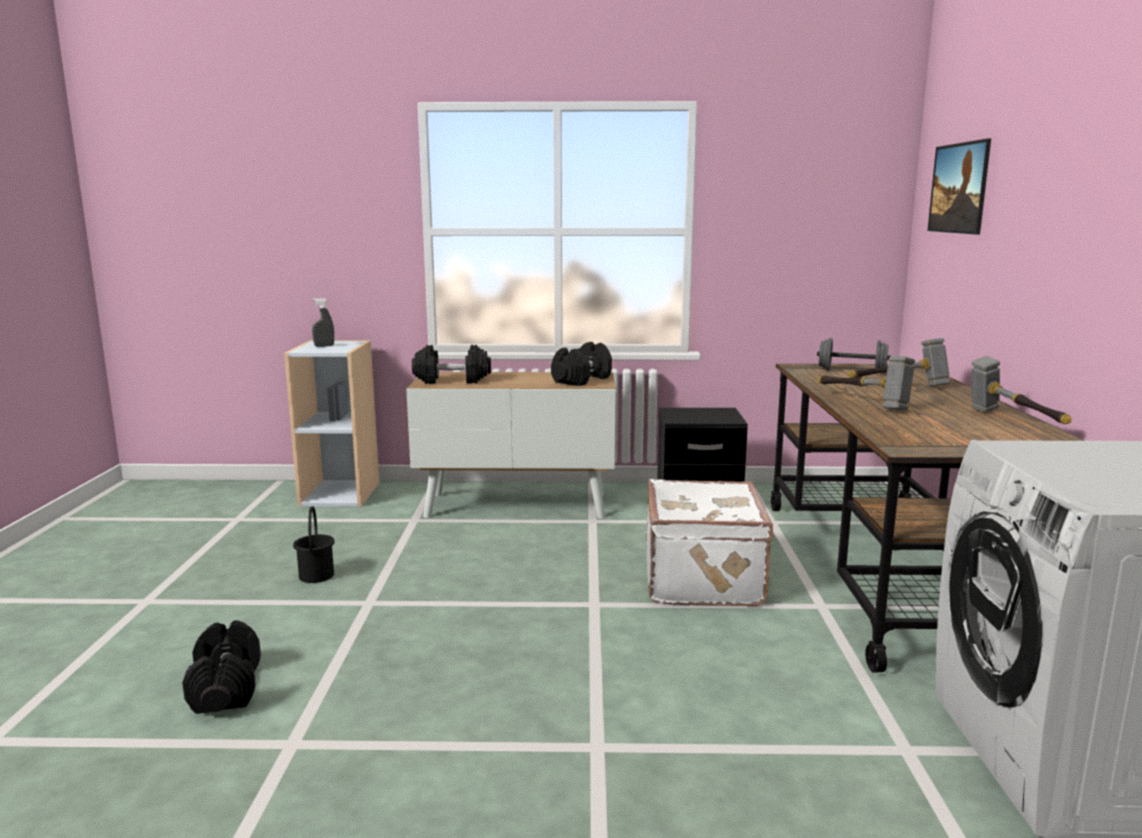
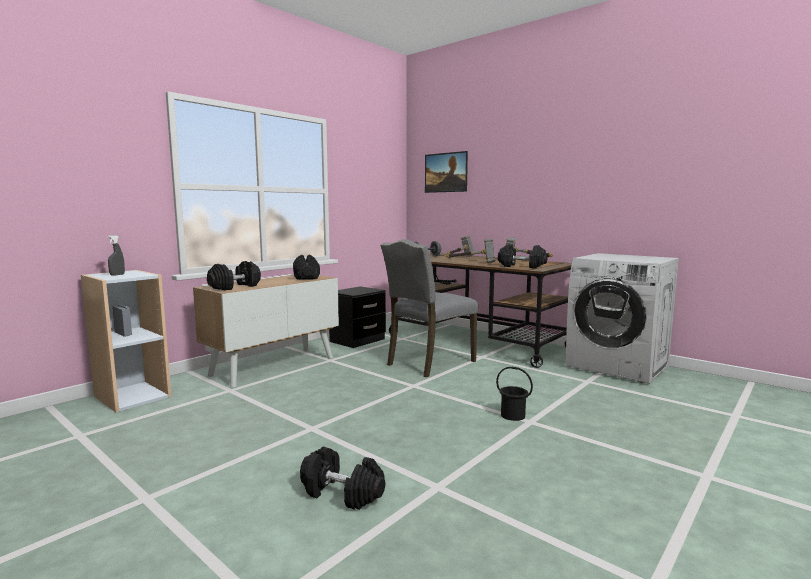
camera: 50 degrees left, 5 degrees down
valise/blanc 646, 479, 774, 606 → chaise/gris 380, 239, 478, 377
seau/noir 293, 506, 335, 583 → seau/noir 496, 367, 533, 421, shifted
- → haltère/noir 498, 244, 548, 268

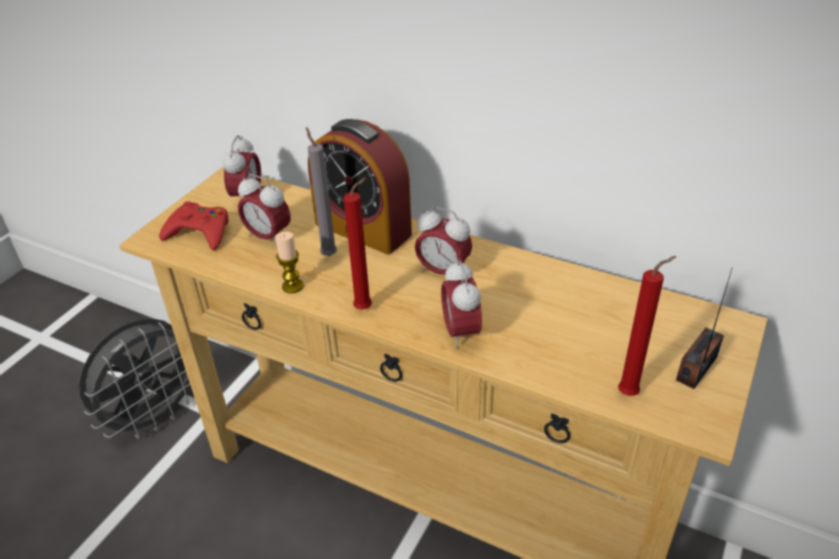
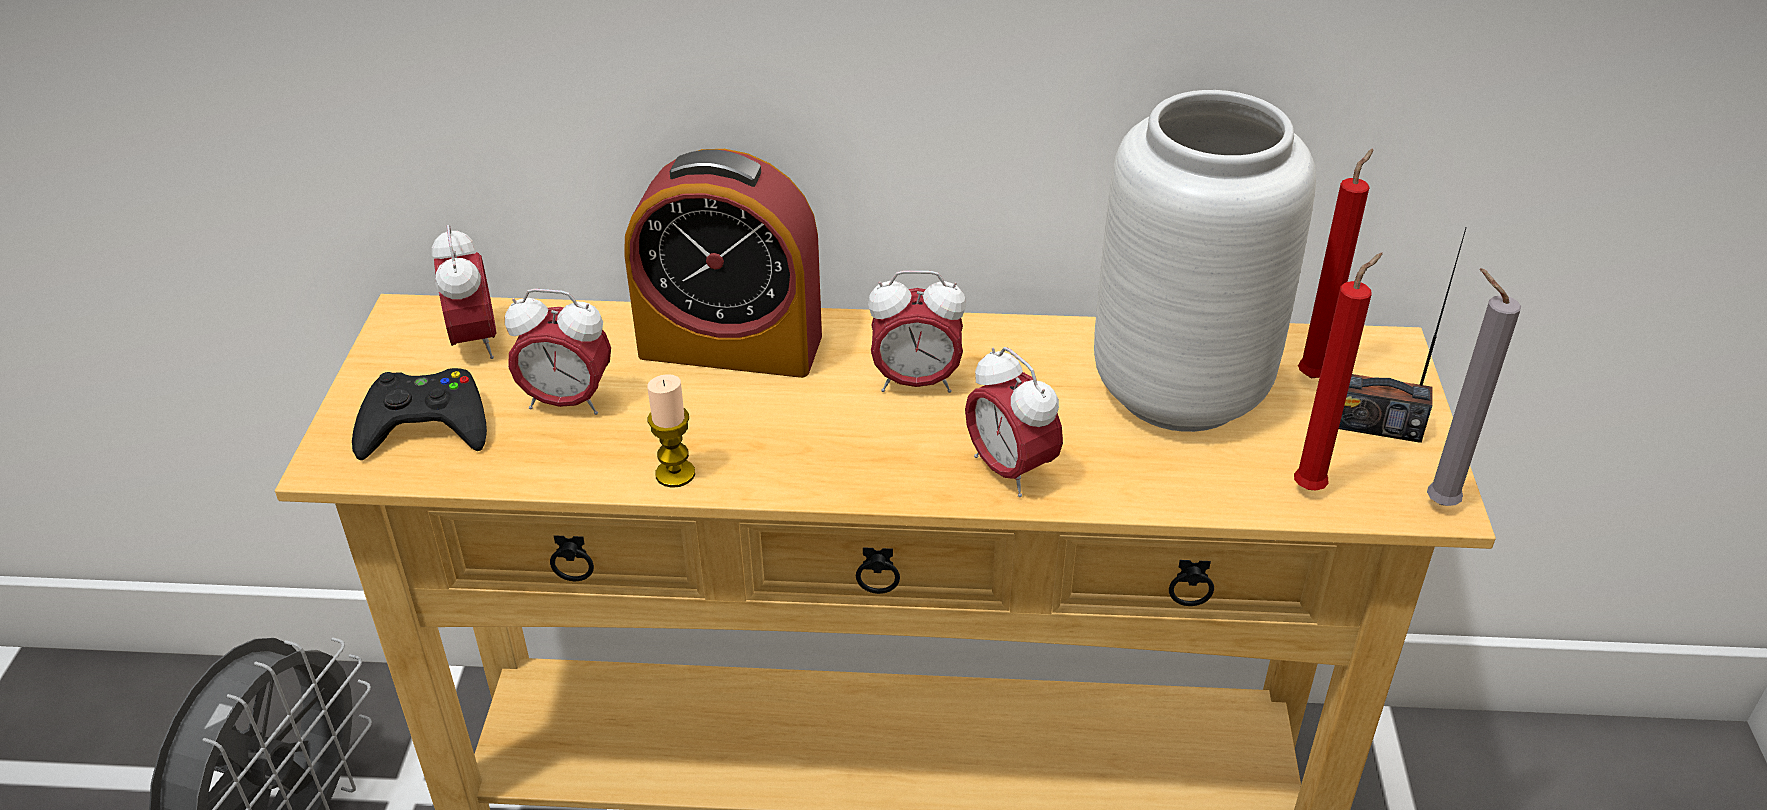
camera: 25 degrees left, 0 degrees up
bougie/gris 306, 127, 337, 256 → bougie/gris 1427, 268, 1521, 506, shifted
bougie/rouge 344, 177, 372, 310 → bougie/rouge 1298, 149, 1374, 378, shifted
manette/rouge 159, 201, 229, 250 → manette/noir 352, 368, 487, 460
radio 676, 267, 733, 389 → radio 1339, 228, 1466, 443, 90 degrees counterclockwise
- → vase/gris 1094, 90, 1316, 432

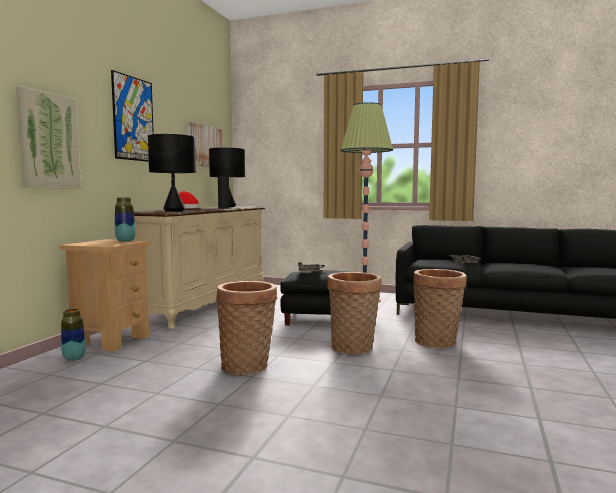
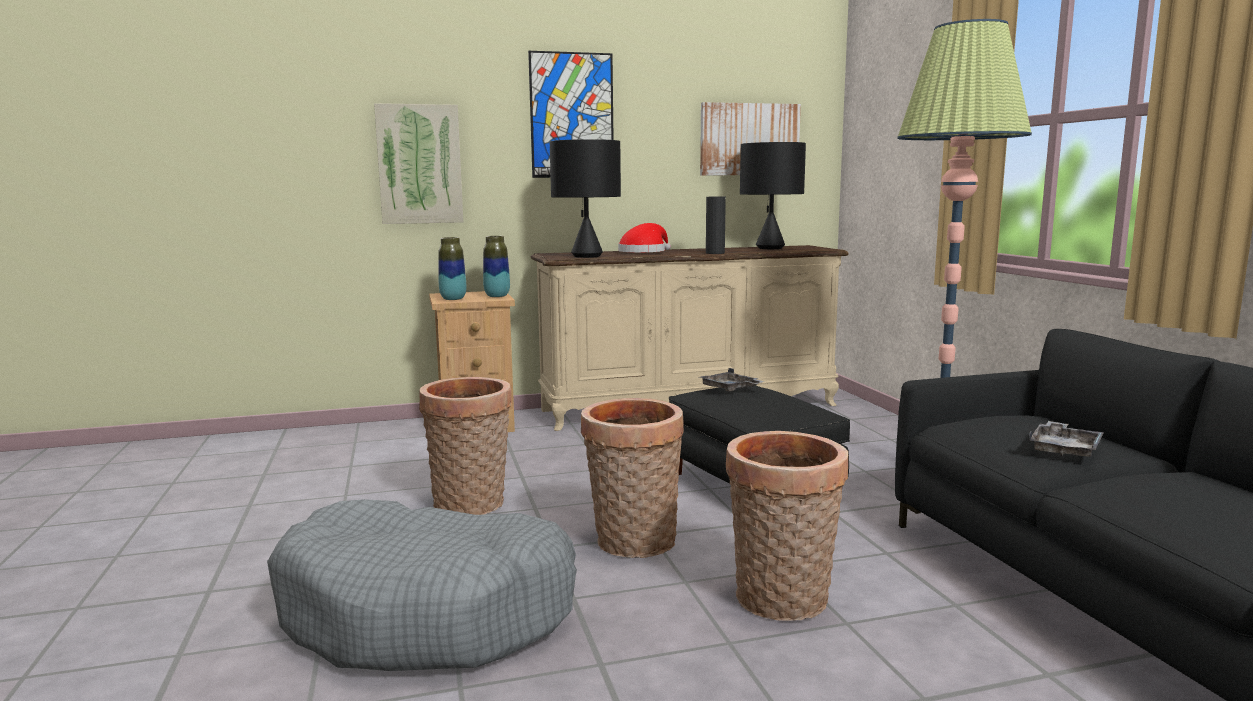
camera: 55 degrees right, 5 degrees up
vase 61, 309, 86, 361 → vase 438, 237, 466, 300, shifted
- → panier pour chien/gris 267, 499, 577, 671

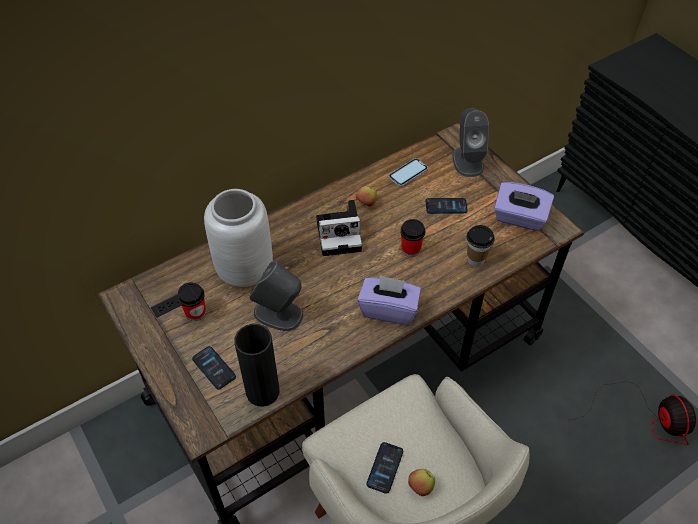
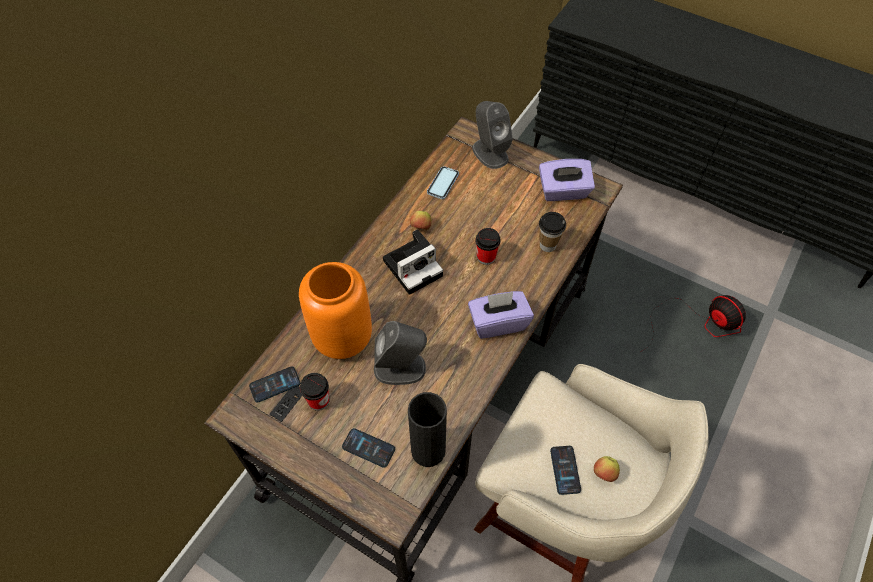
camera: 25 degrees left, 5 degrees up
vase/gris 204, 189, 273, 287 → vase/orange 299, 262, 372, 359
téléphone 425, 198, 468, 214 → téléphone 249, 366, 300, 403, shifted

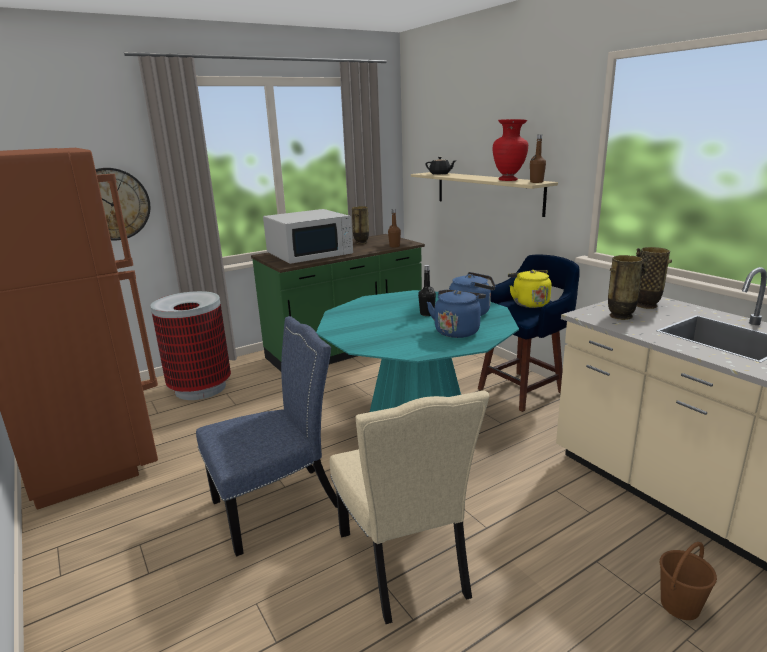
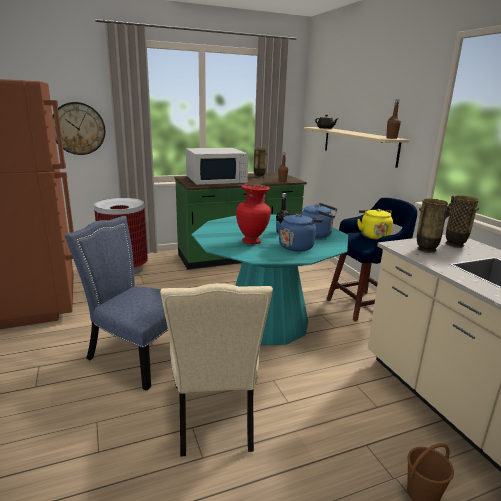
camera: 10 degrees right, 0 degrees up
vase/rouge 493, 119, 528, 181 → vase/rouge 236, 184, 271, 244, shifted
chaise/bleu 196, 316, 338, 556 → chaise/bleu 64, 216, 168, 391, 135 degrees counterclockwise

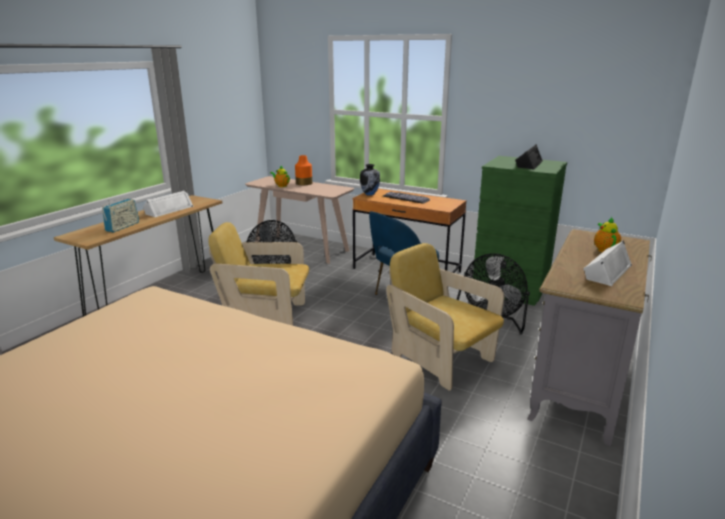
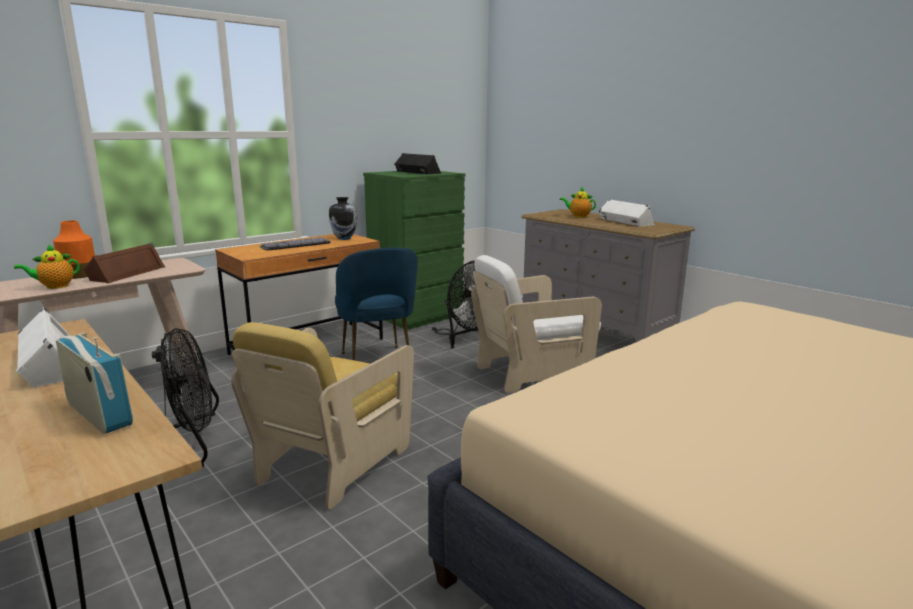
camera: 70 degrees left, 5 degrees down
vase 360, 164, 380, 196 → vase 329, 197, 357, 240, shifted
fauteuil/jaune 386, 243, 505, 391 → fauteuil/blanc 471, 255, 602, 393
- → enceinte/marron 84, 243, 165, 283

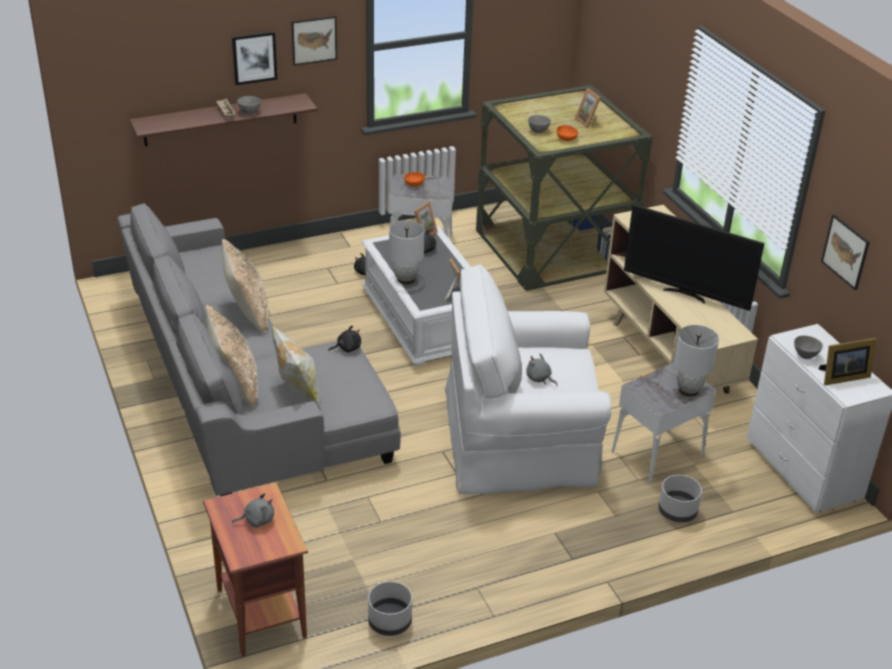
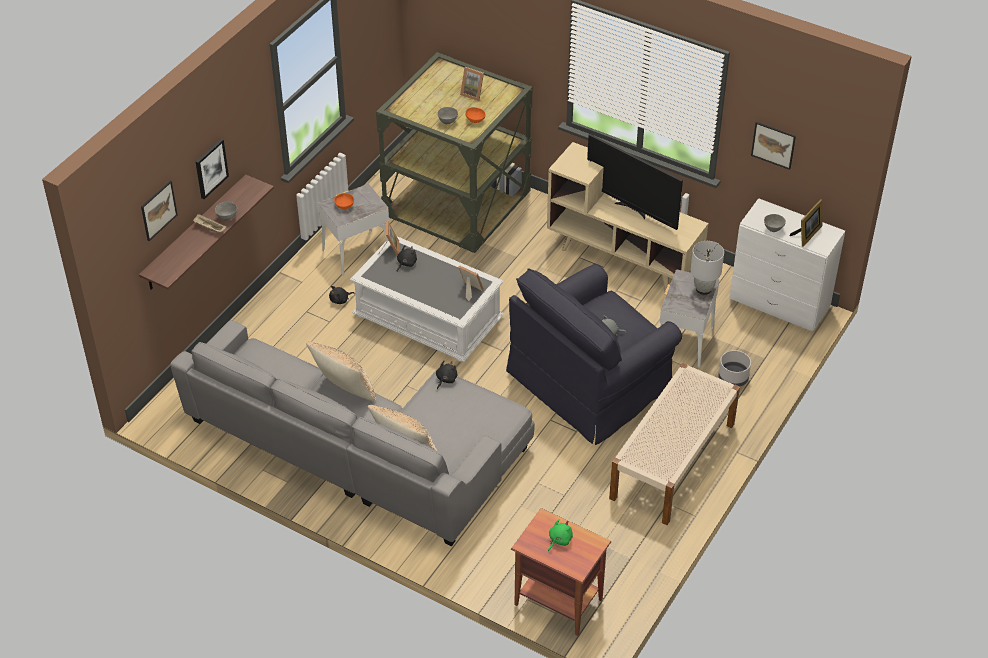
camera: 35 degrees left, 10 degrees up
tableau 292, 16, 337, 66 → tableau 141, 181, 178, 241, shifted
téléviseur 624, 204, 764, 311 → téléviseur 587, 134, 683, 230, 45 degrees clockwise
lampe de table/blanc 389, 221, 425, 284 → -
fauteuil/blanc 445, 264, 611, 494 → fauteuil/noir 506, 264, 682, 445
coussin 272, 326, 321, 410 → -
peluche/gris 232, 493, 274, 528 → peluche/vert 548, 519, 573, 551
cache-pot/gris 368, 581, 412, 636 → -
- → banc/beige 609, 363, 740, 525

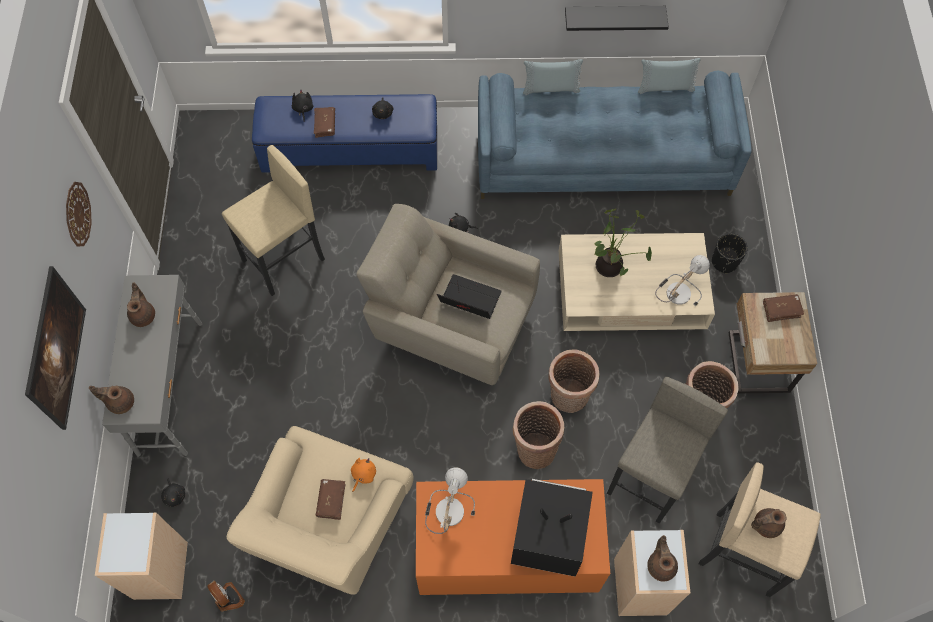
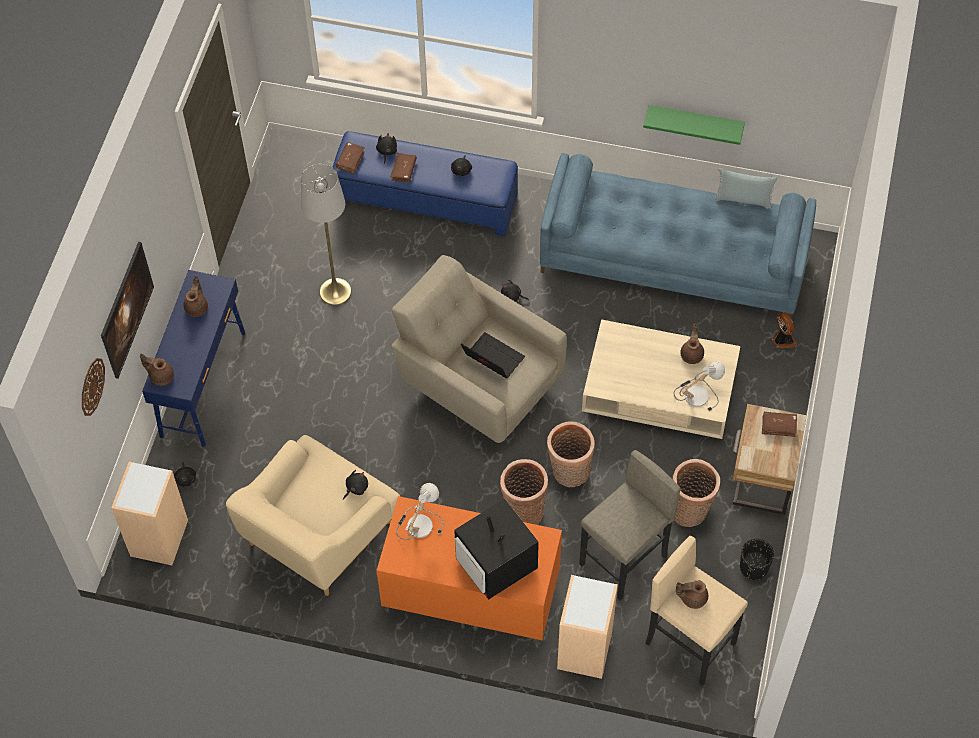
camera: 15 degrees right, 5 degrees down
étagère/noir 565, 6, 669, 31 → étagère/vert 643, 105, 745, 145
coussin/bleu 523, 59, 583, 96 → -
tabouret/beige 222, 145, 325, 296 → lampadaire/gris 301, 164, 352, 306
horloge murale 66, 182, 92, 246 → horloge murale 82, 358, 105, 416, shifted
plante en pot 595, 208, 652, 277 → -
cache-pot/noir 712, 233, 748, 273 → cache-pot/noir 740, 539, 774, 580, shifted
table console/gris 102, 275, 202, 457 → table console/bleu 142, 270, 246, 447
peluche/orange 351, 458, 376, 492 → peluche/noir 343, 470, 368, 500
livre/marron 316, 479, 346, 520 → livre/marron 336, 142, 365, 174, shifted
téléviseur 511, 479, 593, 576 → téléviseur 454, 499, 539, 600, 150 degrees counterclockwise
théière/marron 647, 535, 678, 582 → théière/marron 680, 323, 704, 364, shifted
ventilateur 207, 580, 245, 612 → ventilateur 772, 312, 797, 348, shifted

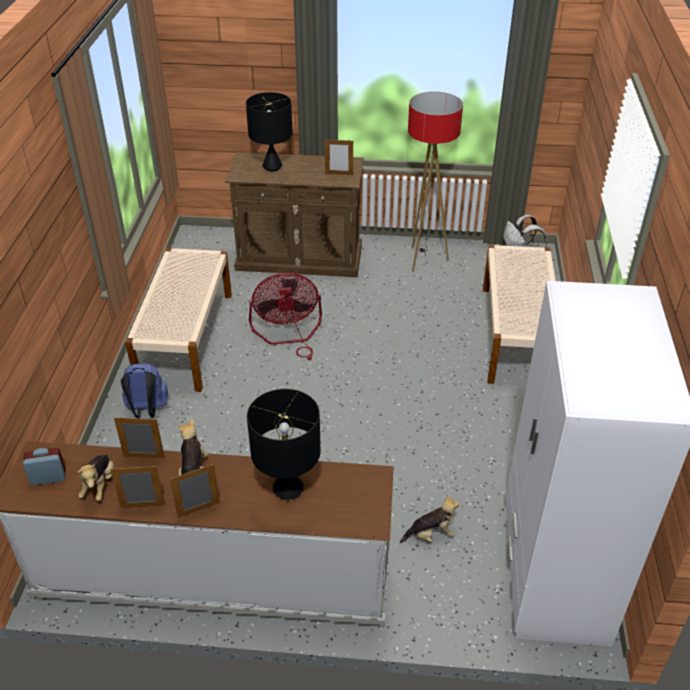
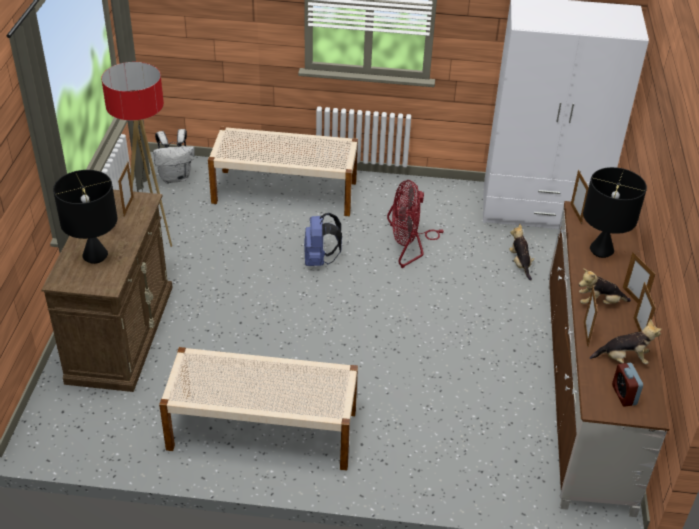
camera: 90 degrees left, 0 degrees up
ventilateur/rouge 249, 273, 322, 360 → ventilateur/rouge 387, 180, 443, 268, shifted
sac à dos/bleu 121, 363, 168, 419 → sac à dos/bleu 304, 213, 342, 266, shifted
- → cadre photo 571, 170, 589, 224

